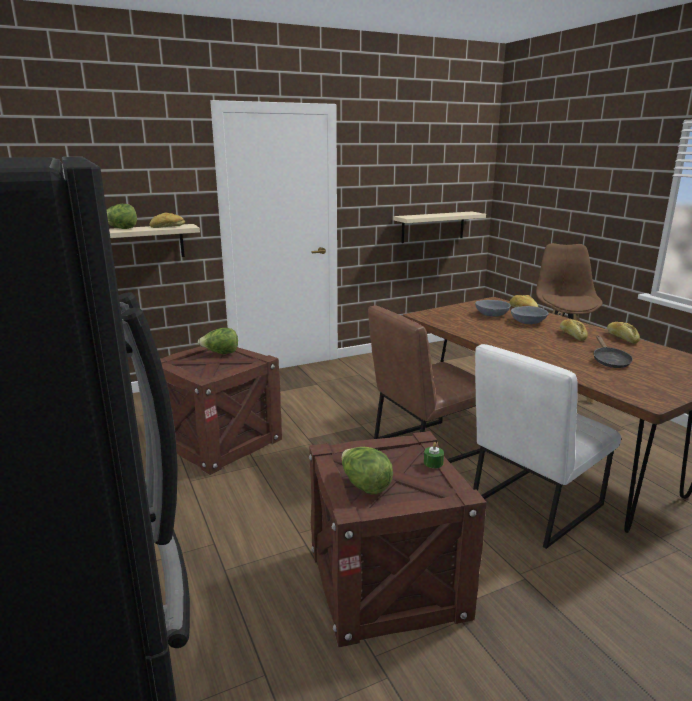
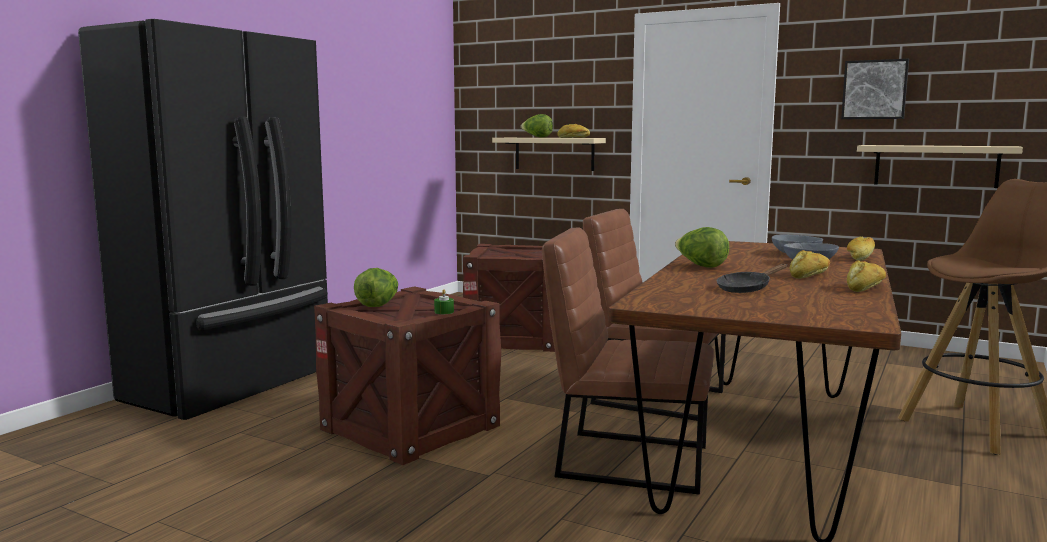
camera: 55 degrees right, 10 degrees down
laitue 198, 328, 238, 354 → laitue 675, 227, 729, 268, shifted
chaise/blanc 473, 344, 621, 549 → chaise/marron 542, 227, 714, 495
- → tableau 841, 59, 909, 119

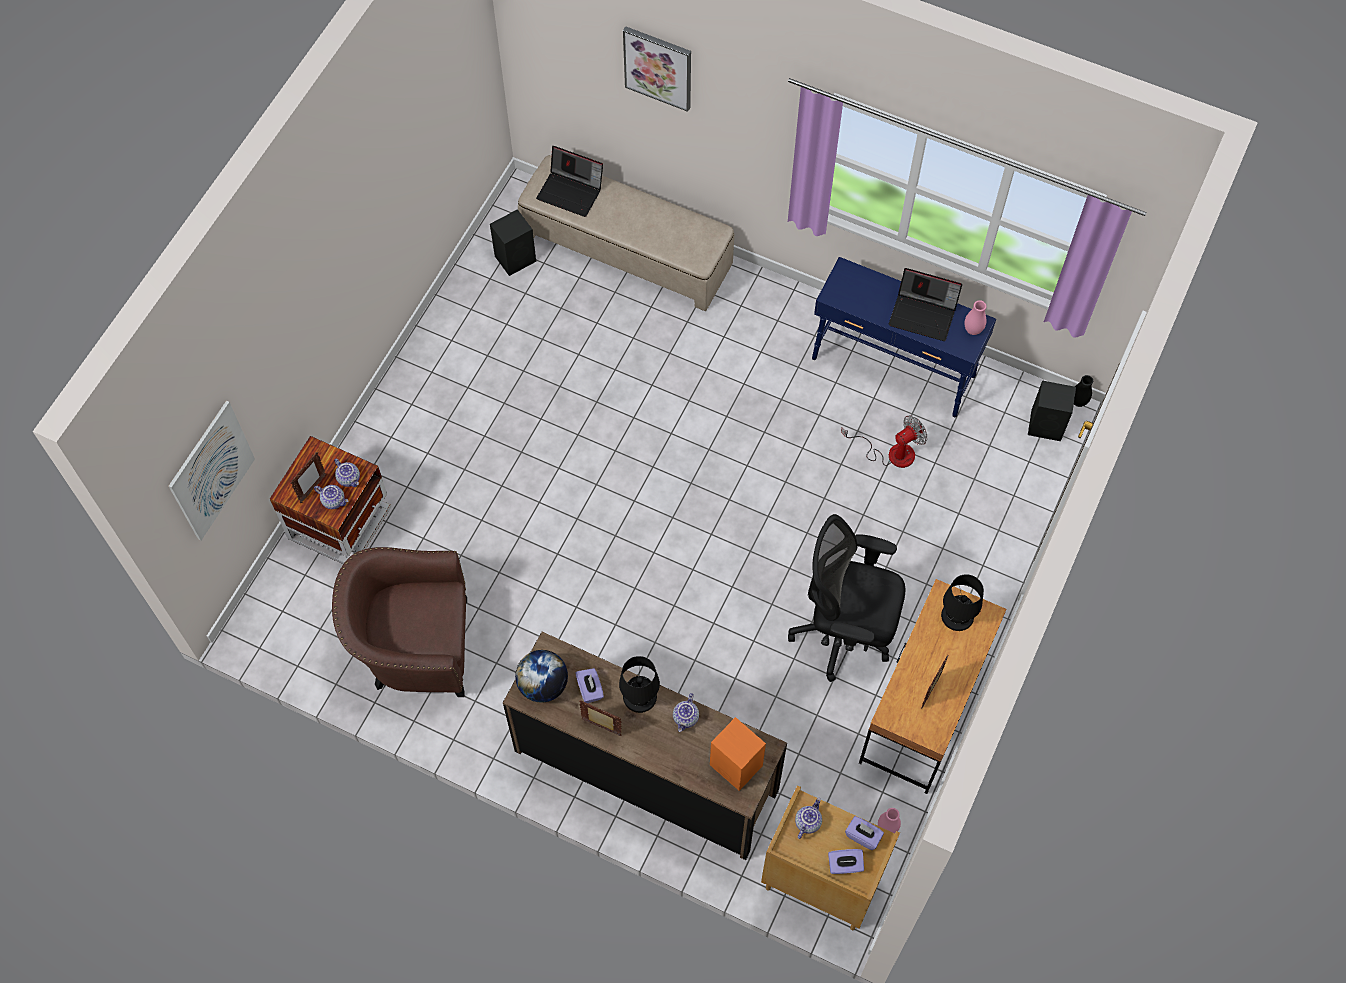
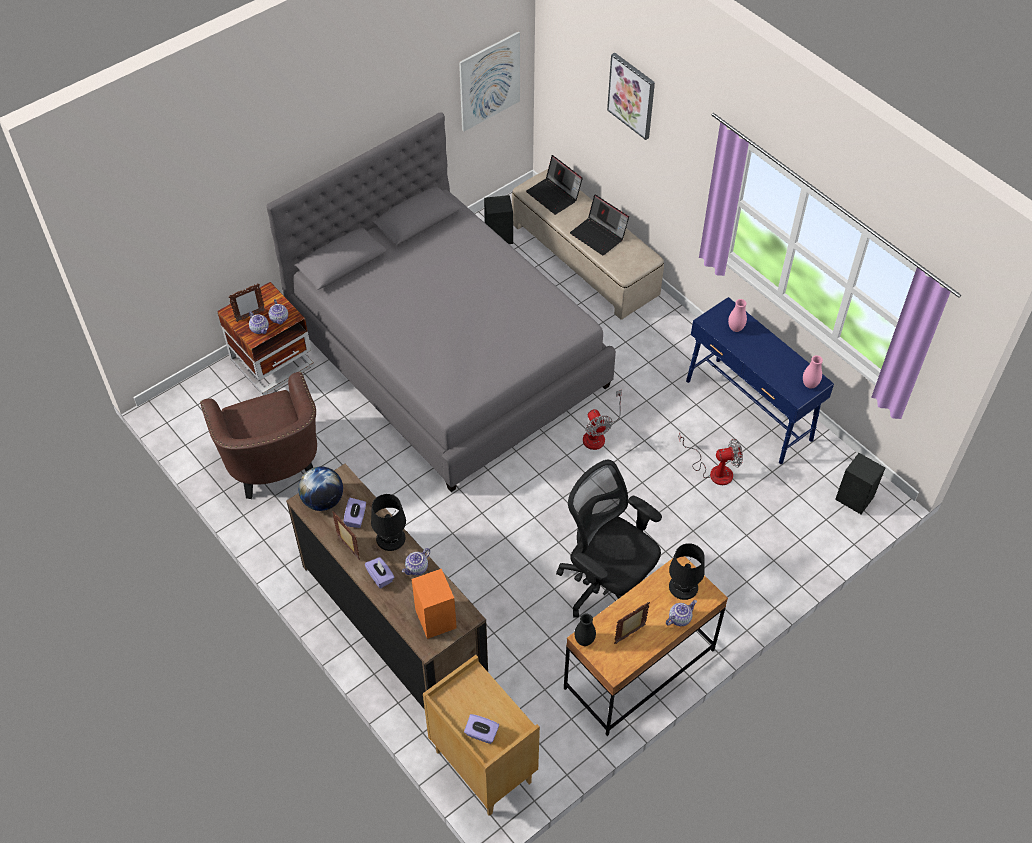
camera: 25 degrees right, 10 degrees down
ordinateur portable 889, 268, 962, 341 → ordinateur portable 570, 194, 629, 256, shifted
vase/noir 1074, 375, 1093, 407 → vase/noir 574, 613, 596, 646, shifted
tableau 169, 401, 255, 541 → tableau 459, 31, 520, 132, shifted
fauteuil/marron 332, 547, 467, 697 → fauteuil/marron 200, 372, 317, 499, 135 degrees counterclockwise
théière 795, 798, 822, 839 → théière 666, 600, 697, 626, shifted
vase/rose 878, 808, 901, 833 → vase/rose 728, 299, 747, 332, shifted
boîte à mouchoirs/violet 845, 816, 884, 850 → boîte à mouchoirs/violet 365, 557, 395, 589, shifted
- → lit/gris 266, 112, 616, 492
- → ventilateur 583, 390, 622, 450

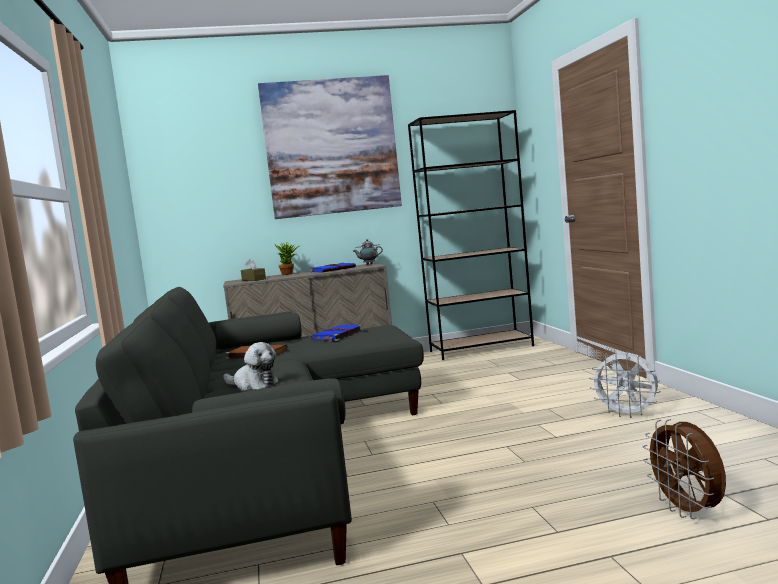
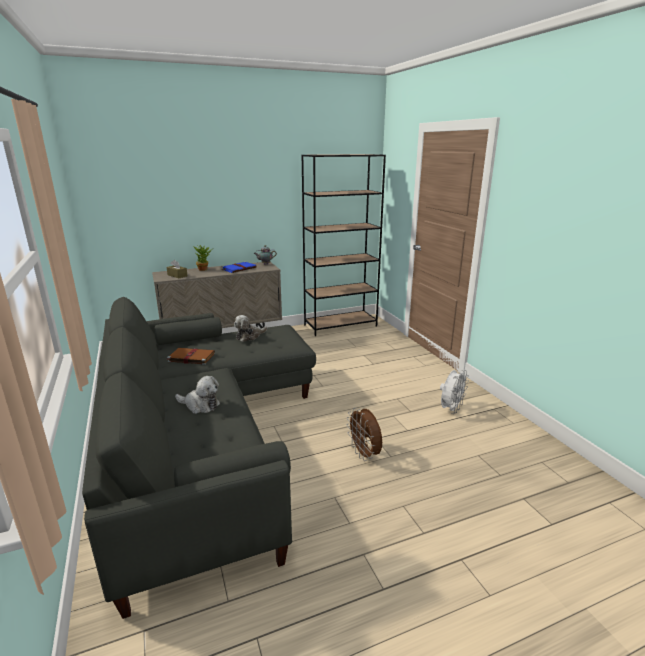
camera: 10 degrees left, 15 degrees up
tableau 258, 75, 402, 219 → -
livre/bleu 311, 325, 363, 342 → peluche 234, 315, 267, 342
ventilateur/blanc 589, 351, 660, 418 → ventilateur/blanc 440, 370, 469, 414, 75 degrees counterclockwise
ventilateur/marron 643, 419, 726, 519 → ventilateur/marron 347, 408, 382, 461, shifted

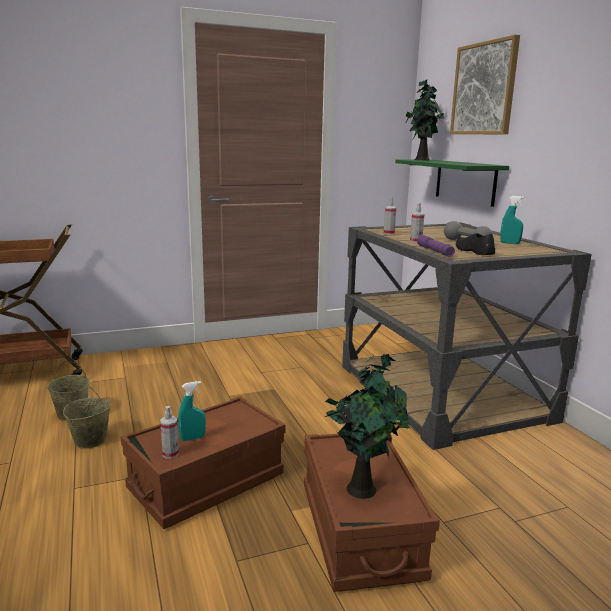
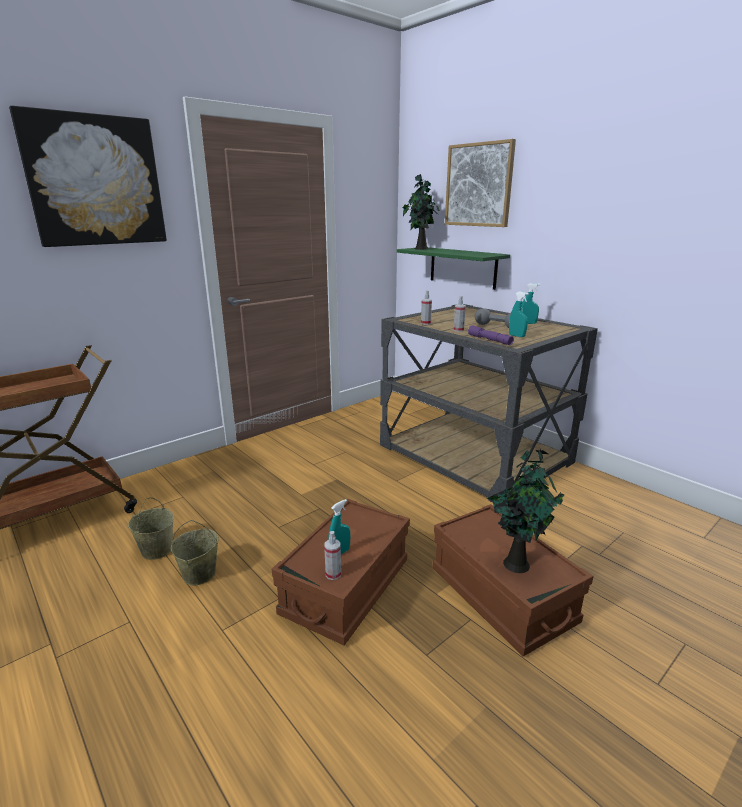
camera: 20 degrees left, 5 degrees up
chaussure/noir 456, 233, 495, 255 → vaporisateur/turquoise 509, 292, 529, 337
- → tableau 9, 106, 167, 247

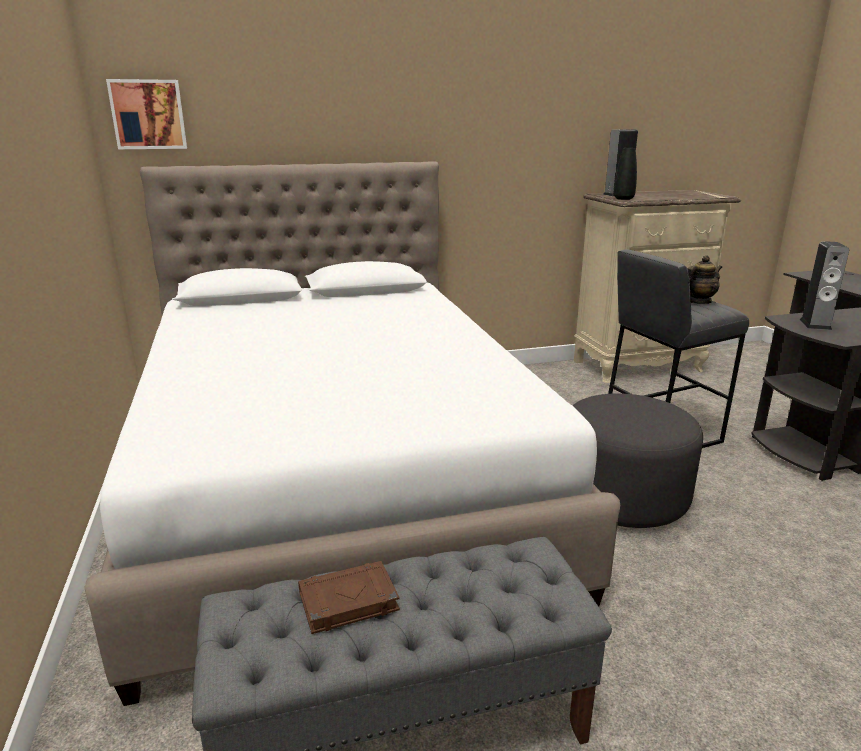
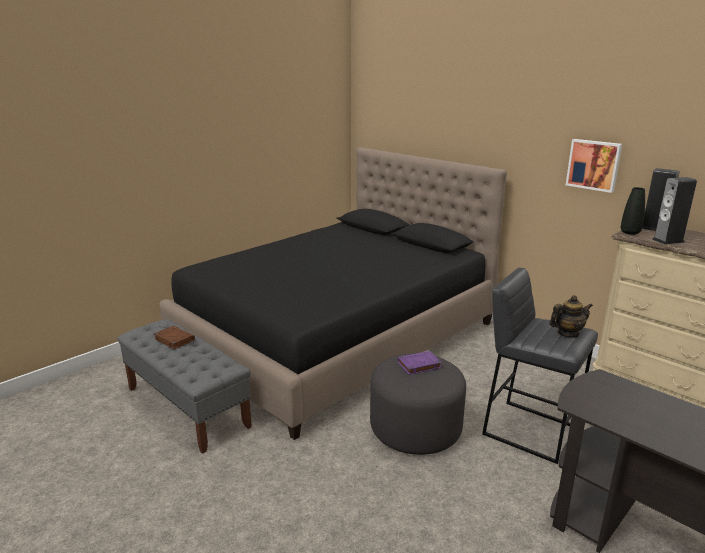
camera: 60 degrees right, 0 degrees up
tableau 106, 79, 187, 149 → tableau 566, 139, 622, 193, shifted
lit/blanc 85, 161, 620, 706 → lit/noir 160, 147, 507, 440
enceinte 800, 241, 849, 330 → enceinte 652, 177, 697, 245, shifted
théière 688, 255, 722, 304 → théière 549, 295, 593, 338, 45 degrees counterclockwise
- → livre/violet 397, 351, 442, 375

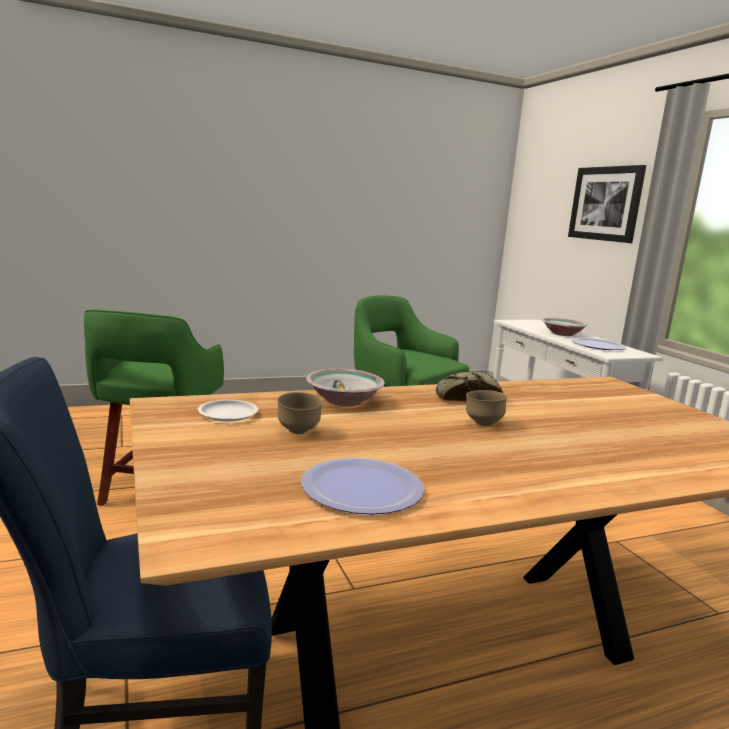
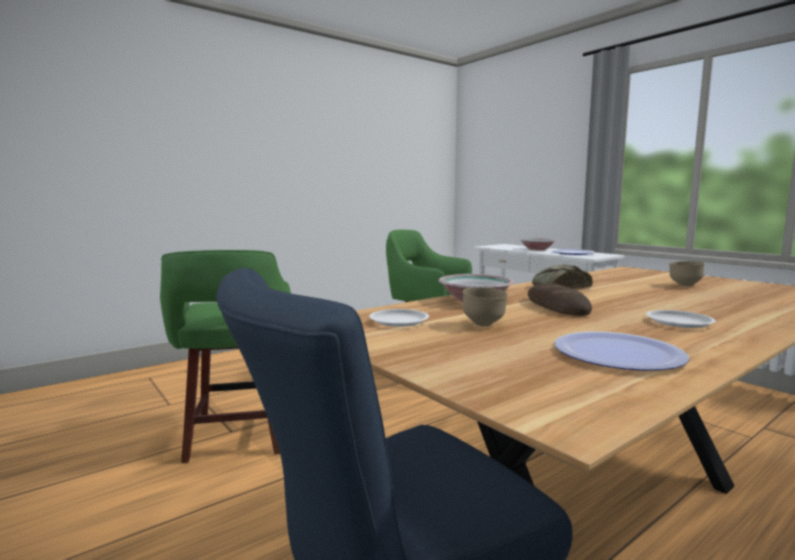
camera: 15 degrees left, 5 degrees down
tableau 568, 165, 646, 243 → -
bol/marron 466, 390, 507, 426 → bol/marron 669, 261, 705, 286, shifted
- → pain 528, 283, 592, 316
- → assiette/blanc 646, 310, 716, 328

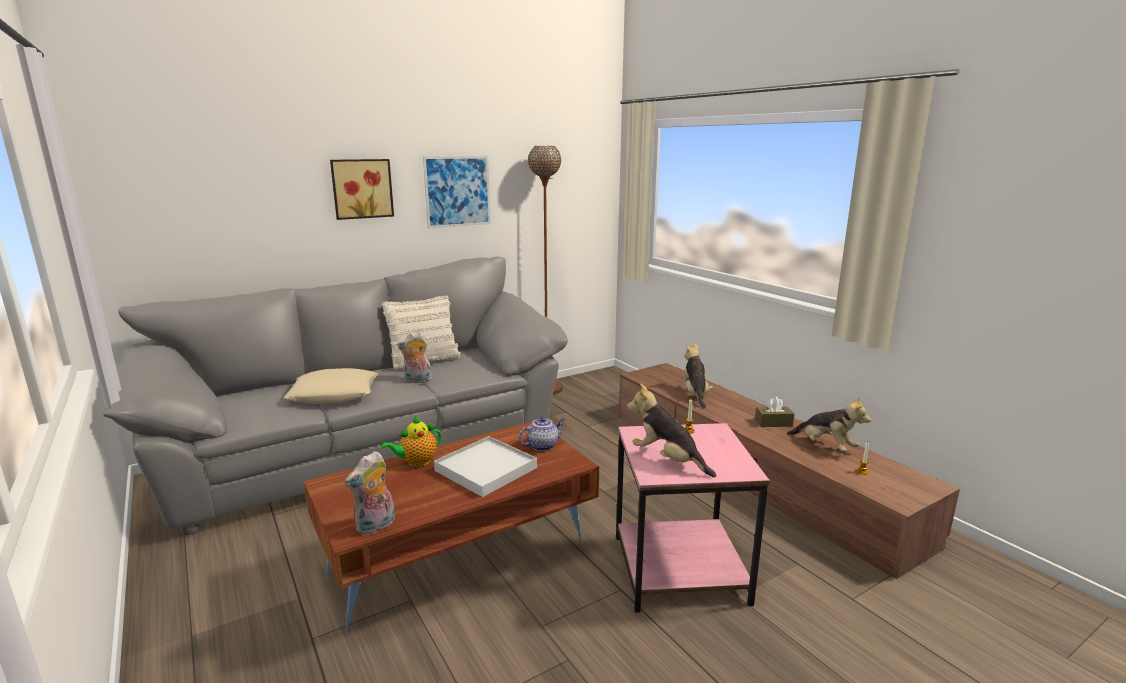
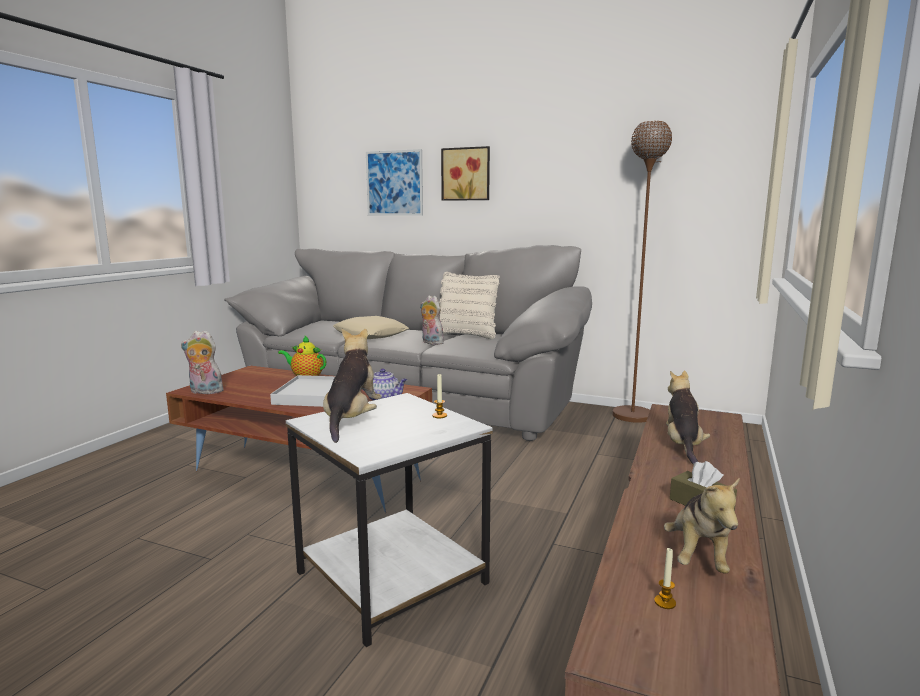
camera: 55 degrees right, 5 degrees down
tableau 423, 156, 491, 229 → tableau 366, 149, 423, 215, shifted
peluche 684, 343, 713, 408 → peluche 666, 370, 710, 464, 45 degrees counterclockwise
table d'appoint/rose 616, 423, 770, 613 → table d'appoint/blanc 286, 393, 493, 647

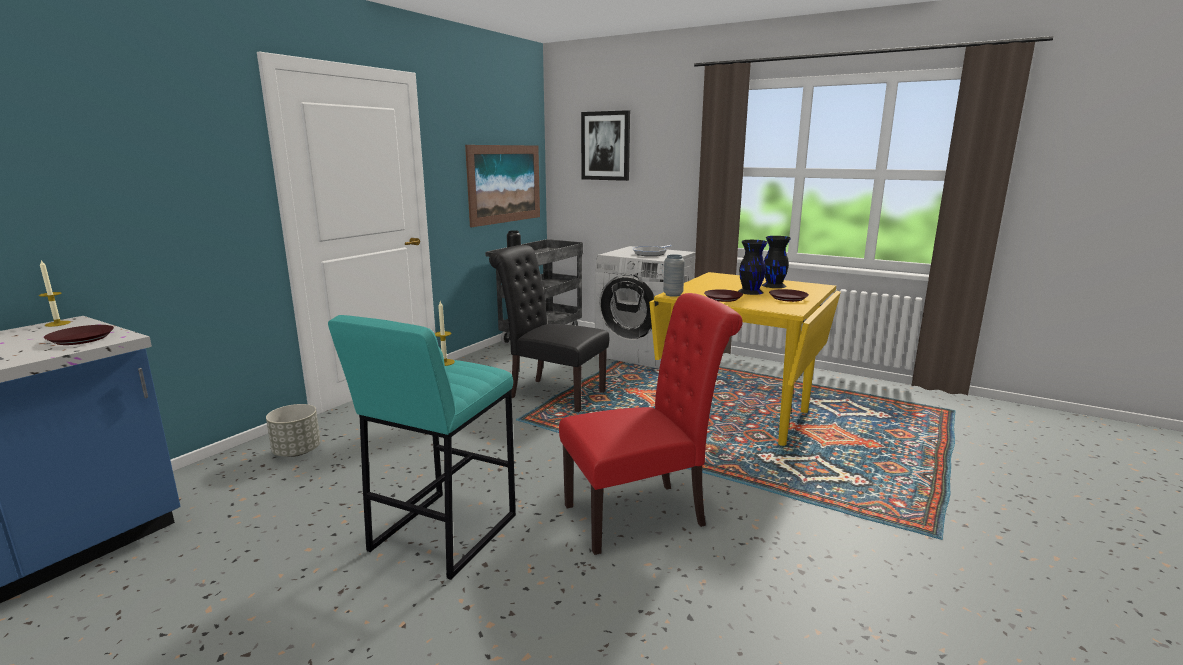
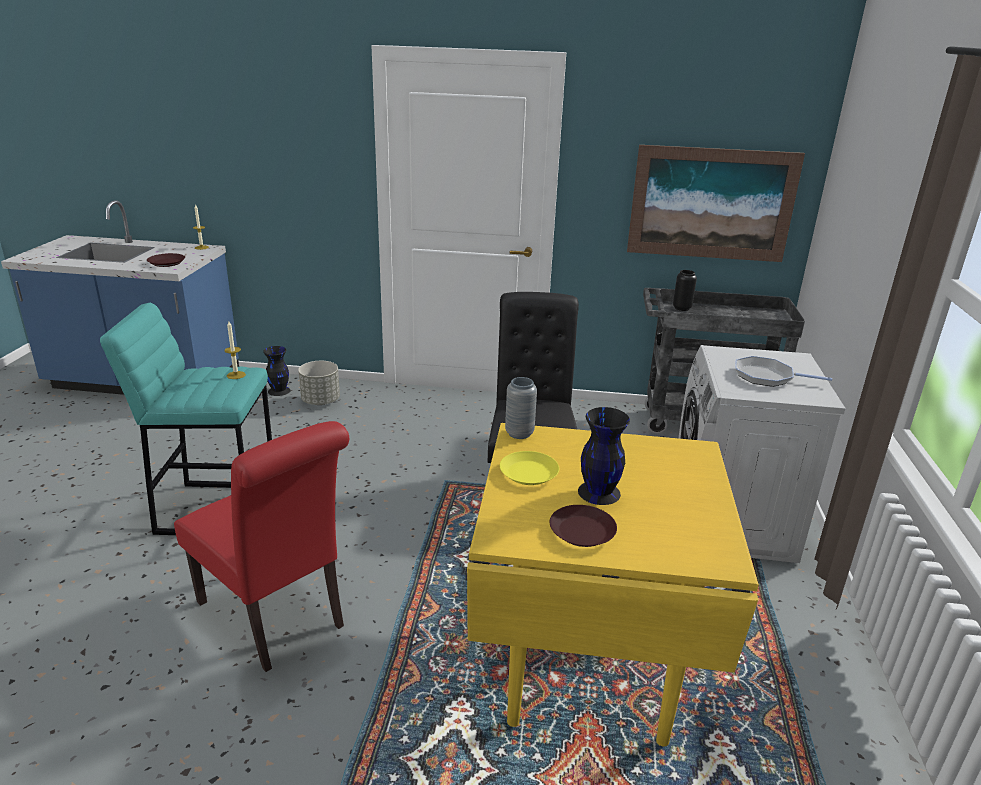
camera: 65 degrees right, 10 degrees up
tableau 581, 110, 630, 181 → -
vase/noir 762, 236, 791, 288 → vase/noir 263, 346, 291, 396, shifted
assiette/marron 704, 289, 743, 302 → assiette/jaune 500, 451, 559, 485

